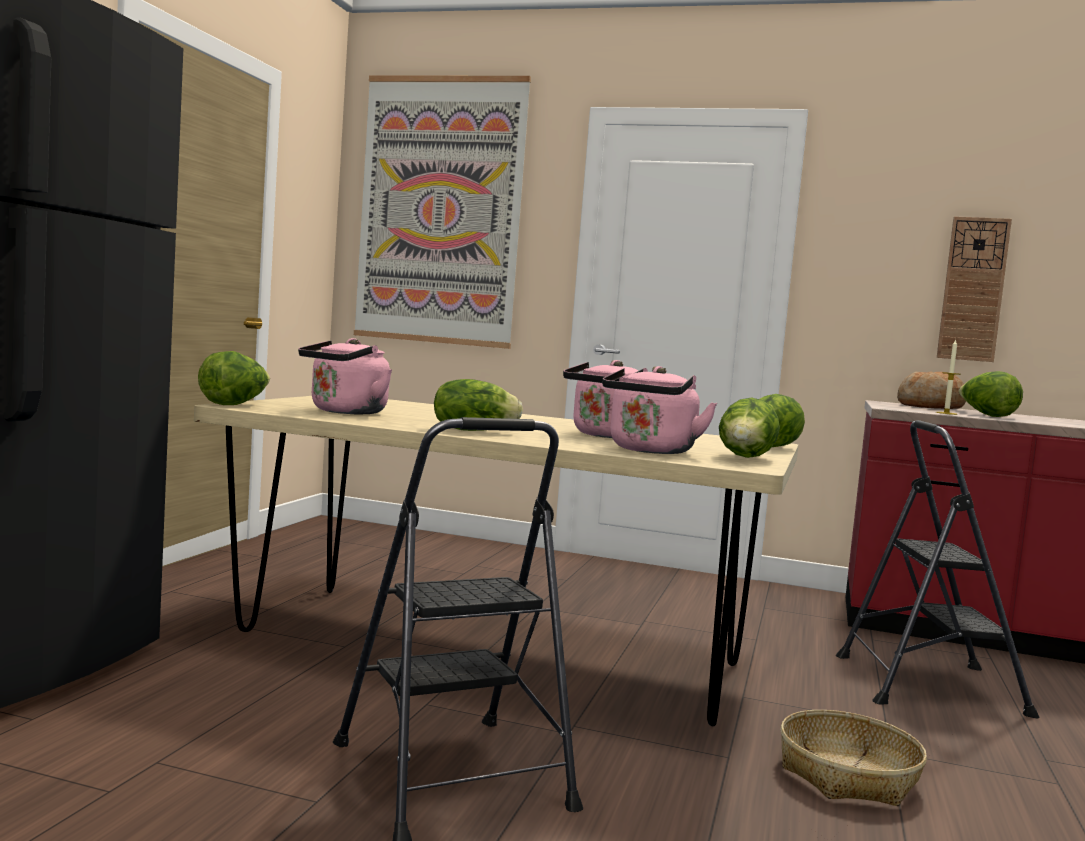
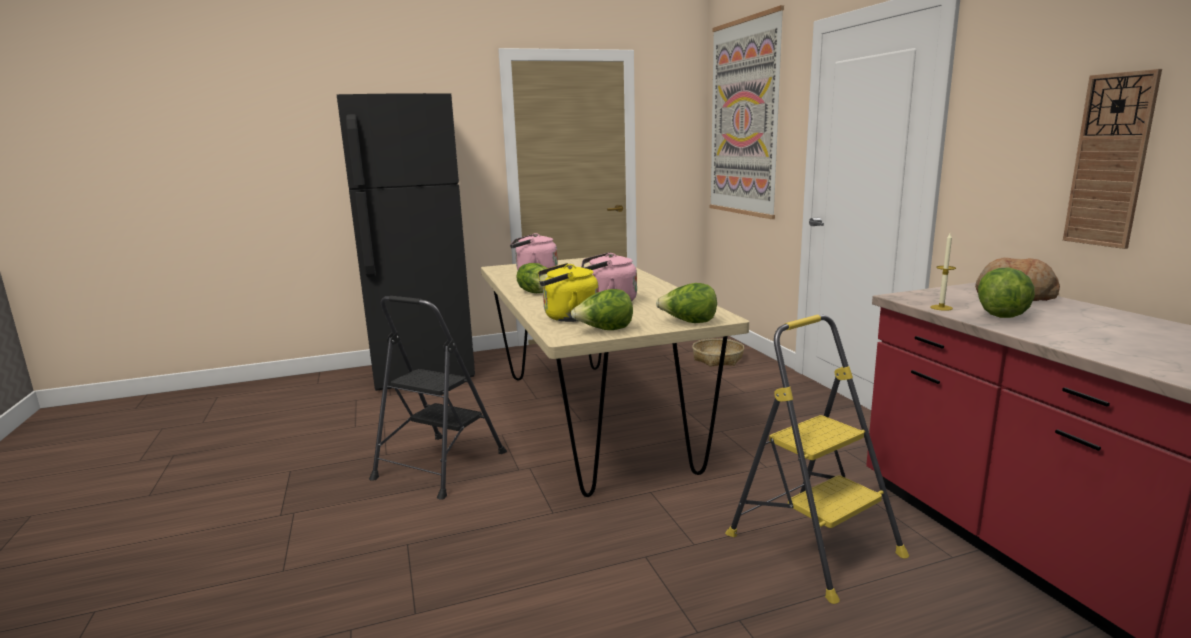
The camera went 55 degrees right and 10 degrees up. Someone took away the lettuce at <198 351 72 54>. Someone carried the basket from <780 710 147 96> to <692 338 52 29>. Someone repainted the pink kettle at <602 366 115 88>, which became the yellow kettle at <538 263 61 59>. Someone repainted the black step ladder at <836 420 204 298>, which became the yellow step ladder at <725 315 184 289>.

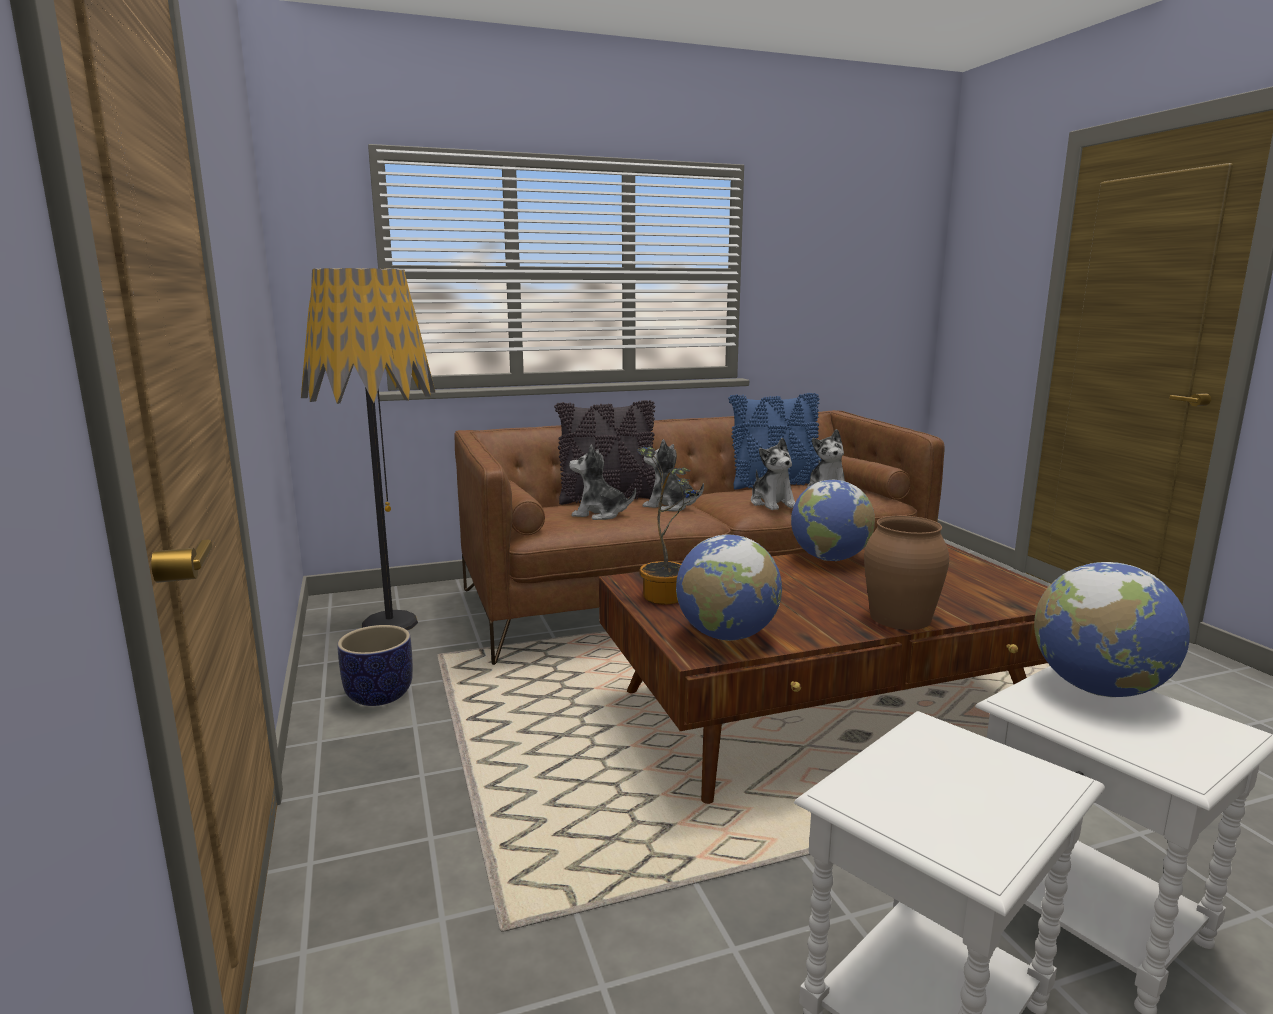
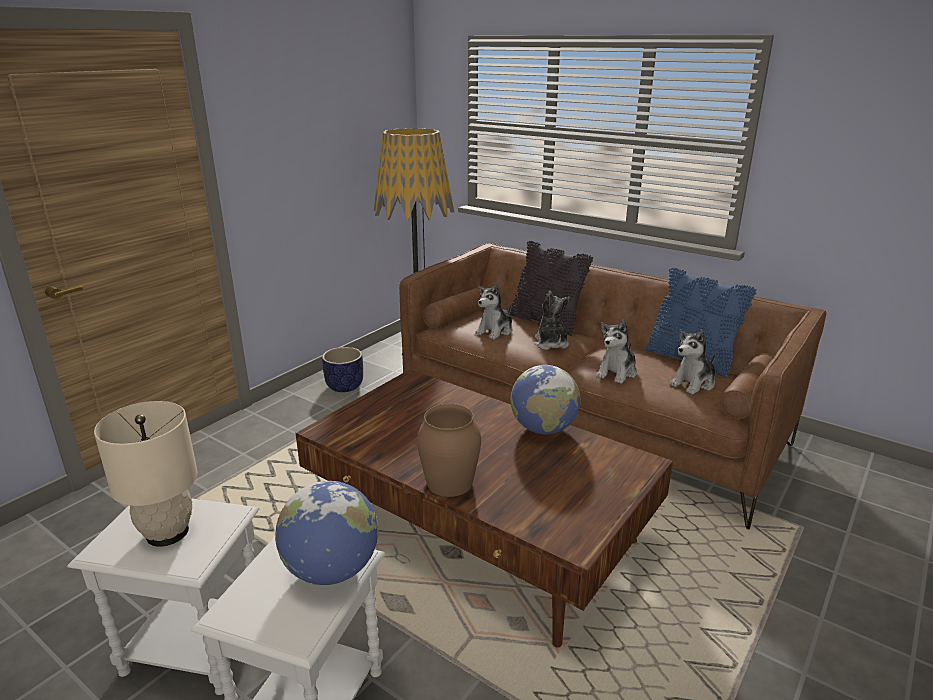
The camera went 55 degrees right and 10 degrees up. Someone took away the potted plant at <637 446 64 159>. Someone took away the globe at <676 534 106 107>. Someone put down the beige table lamp at <94 401 104 146>. Someone rotated the plush toy at <569 445 67 75> by 120 degrees counterclockwise.

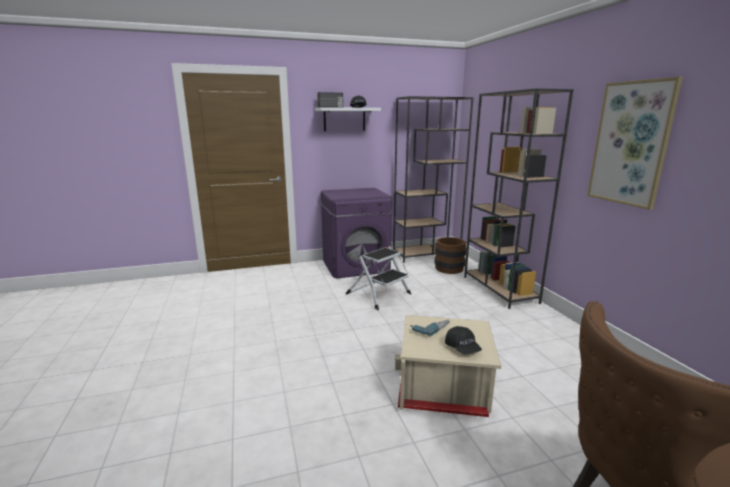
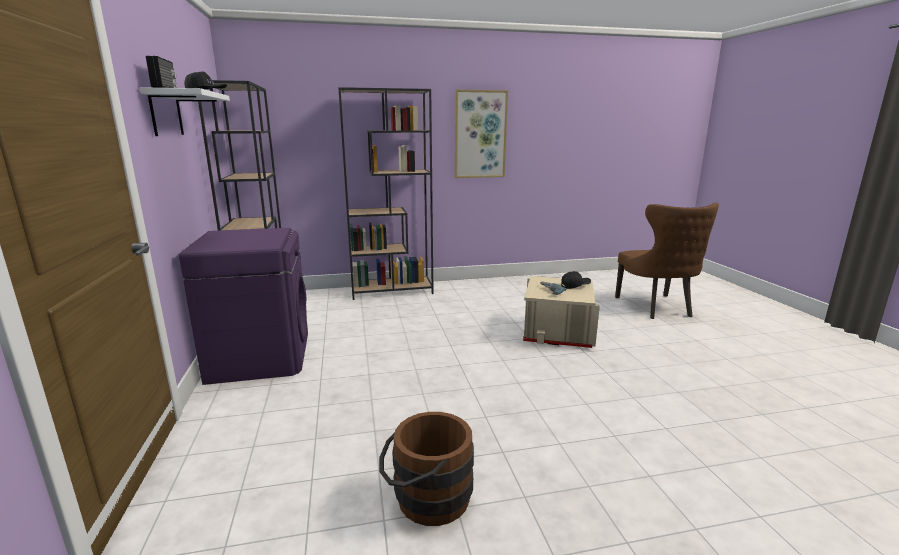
The camera went 85 degrees left and 0 degrees up. Someone took away the step ladder at <345 246 67 64>. Someone carried the brown bucket from <430 237 36 37> to <379 412 95 114>.

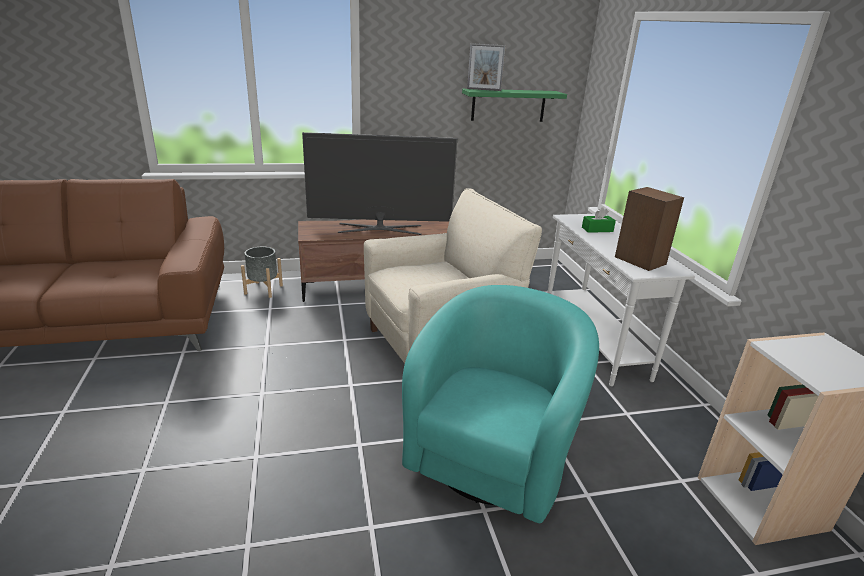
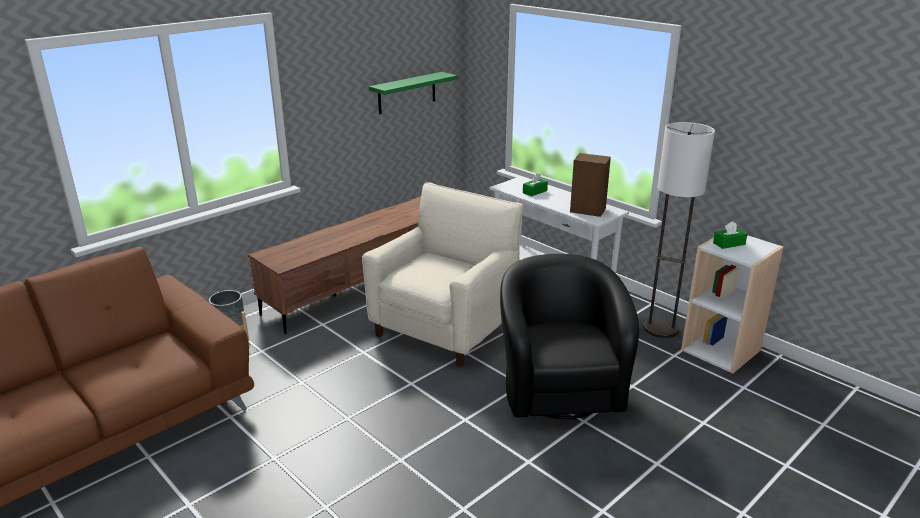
The camera went 30 degrees left and 0 degrees up. Someone took away the television at <302 132 155 103>. Someone took away the picture frame at <467 43 39 48>. Someone put down the floor lamp at <643 122 72 216>. Someone put down the green tissue box at <713 221 34 28>. Someone repainted the turquoise armchair at <402 285 197 238>, which became the black armchair at <500 254 139 165>.

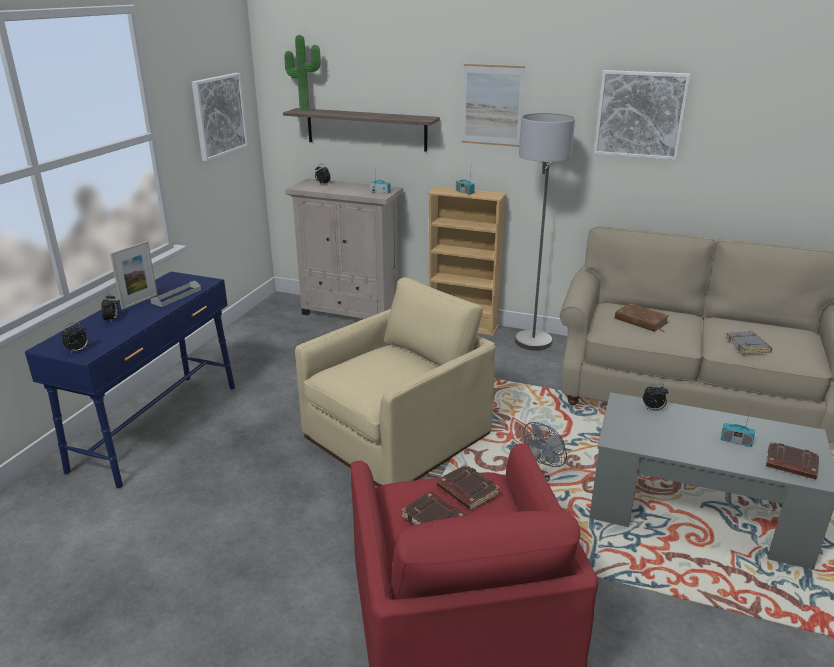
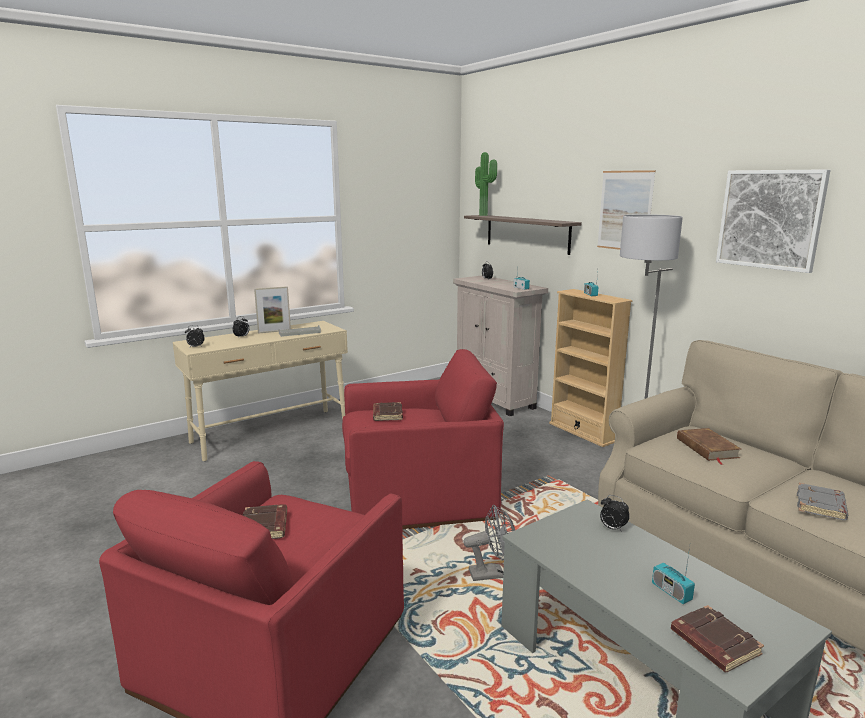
The camera went 35 degrees right and 10 degrees down. Someone took away the picture at <192 73 56 88>. Someone carried the brown book from <437 464 63 46> to <373 402 30 19>. Someone repainted the blue console table at <25 272 210 216>, which became the beige console table at <173 321 175 140>. Someone repainted the beige armchair at <295 277 201 210>, which became the red armchair at <342 349 162 181>.

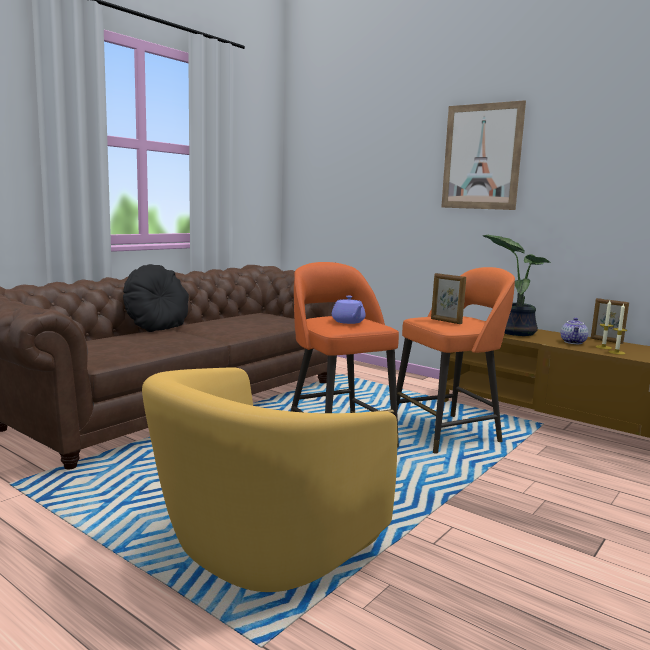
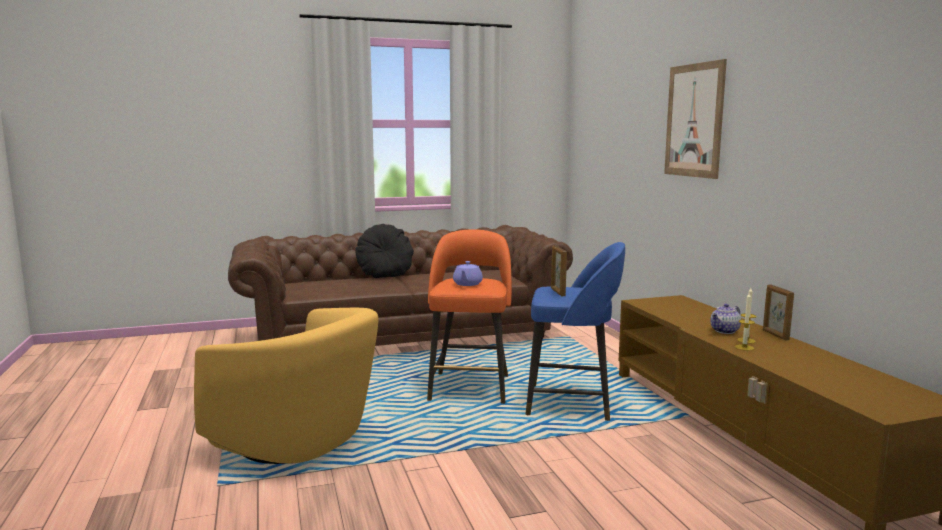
The camera went 35 degrees right and 0 degrees up. Someone took away the potted plant at <483 235 69 101>. Someone repainted the orange stool at <396 267 119 187>, which became the blue stool at <526 242 99 179>. Someone rotated the yellow armchair at <142 367 255 225> by 135 degrees counterclockwise.

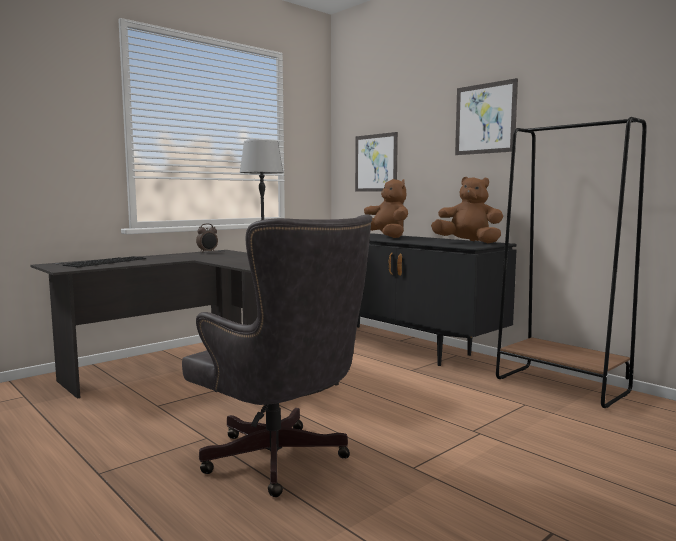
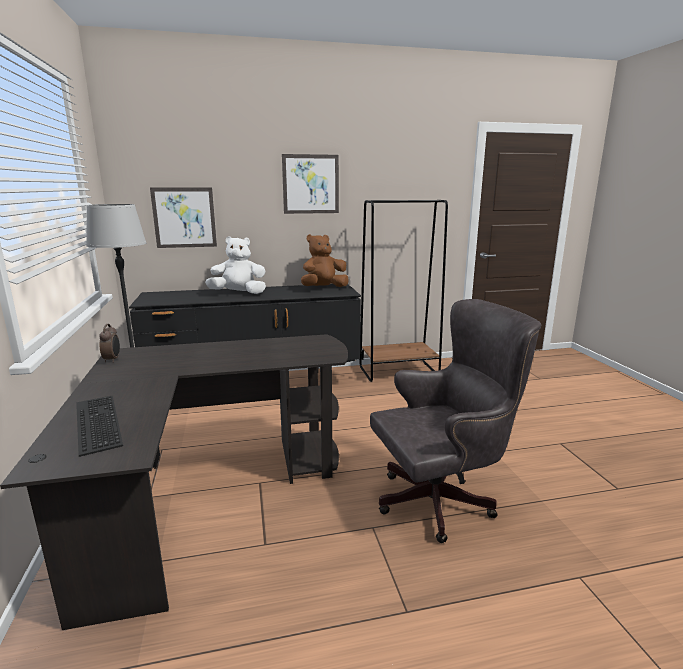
The camera went 60 degrees left and 10 degrees up. Someone repainted the brown plush toy at <364 179 44 59>, which became the white plush toy at <205 236 61 58>.

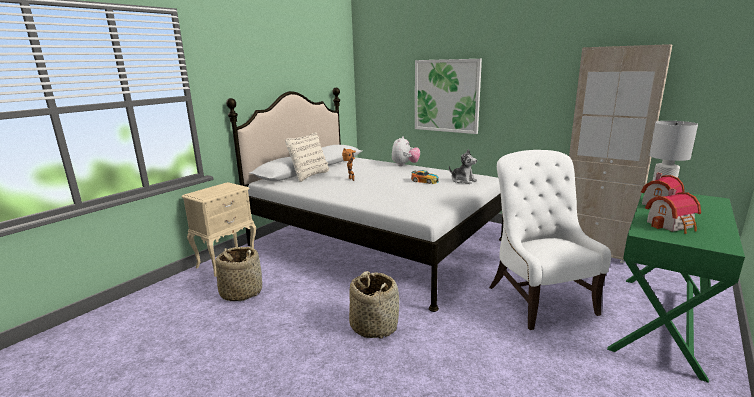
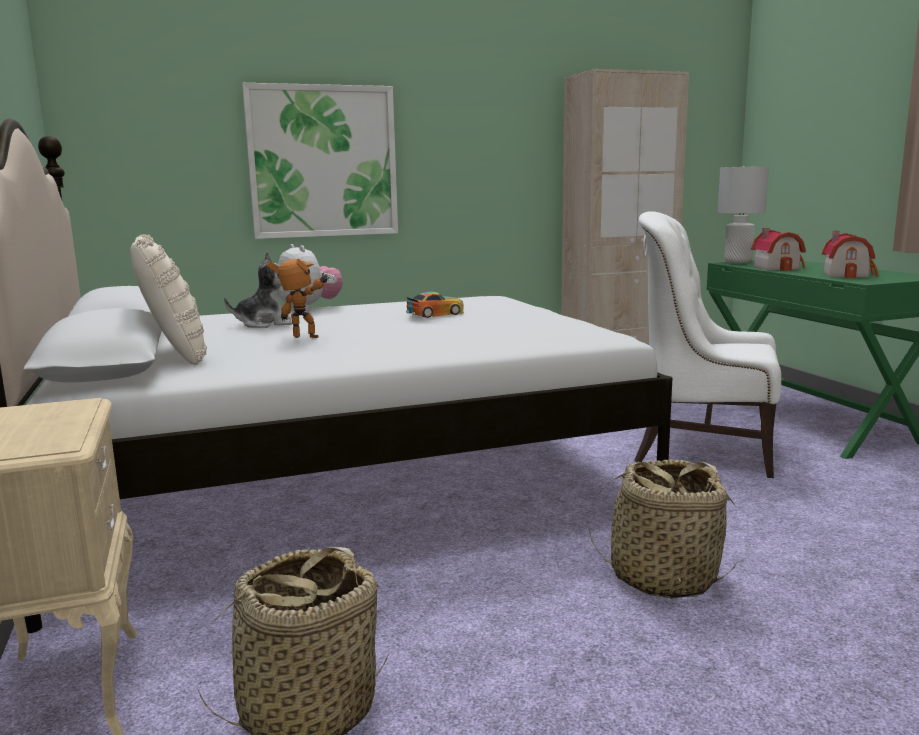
The camera went 55 degrees left and 5 degrees down. Someone carried the plush toy from <449 149 28 35> to <224 251 68 77>.

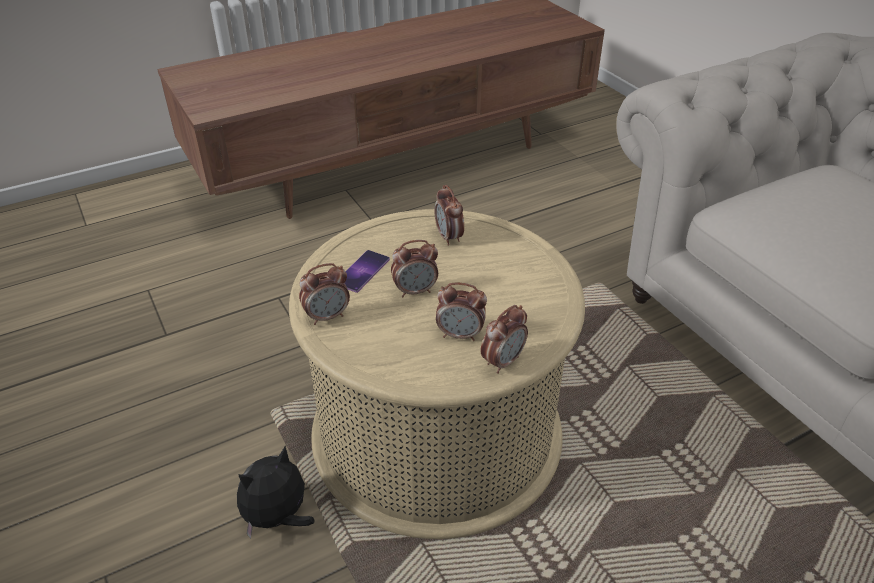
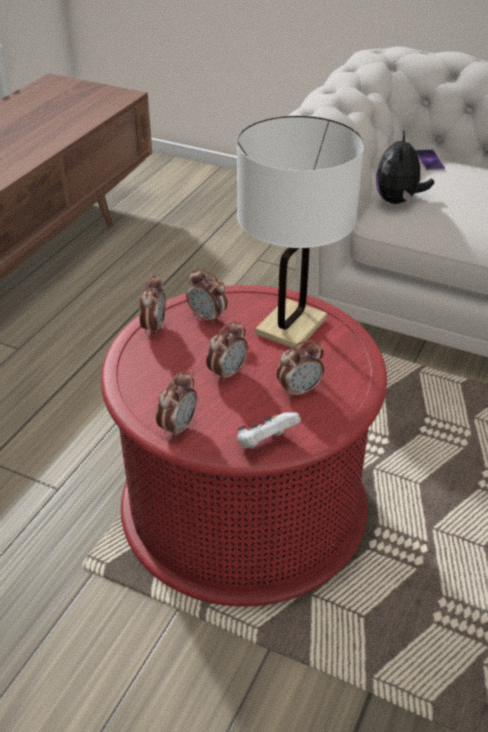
The camera went 35 degrees left and 0 degrees up. Someone put down the white table lamp at <237 116 127 234>. Someone put down the white game controller at <237 413 64 36>. Someone carried the plush toy from <237 446 78 93> to <376 130 58 74>. Someone carried the phone from <345 250 45 43> to <415 149 30 21>. Someone carried the alarm clock from <481 305 47 69> to <139 275 27 61>. Someone repainted the beige coffee table at <289 209 296 330>, which became the red coffee table at <101 285 286 322>.

